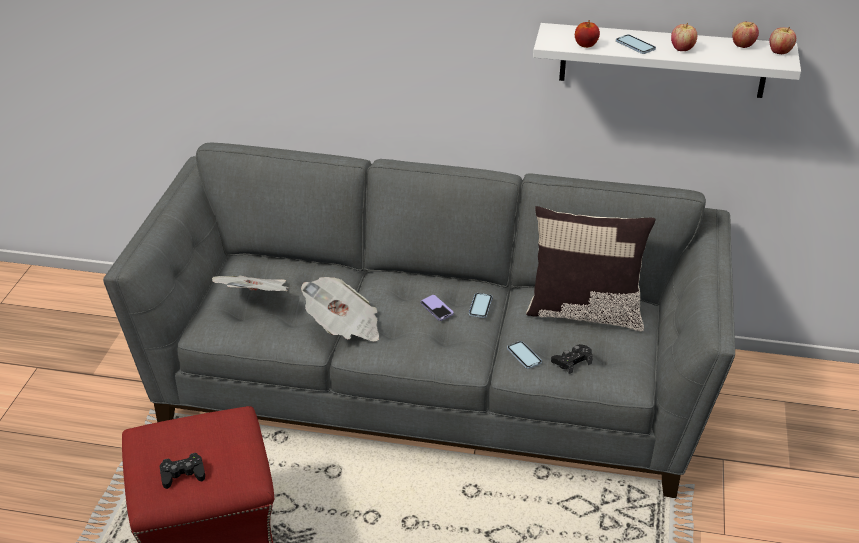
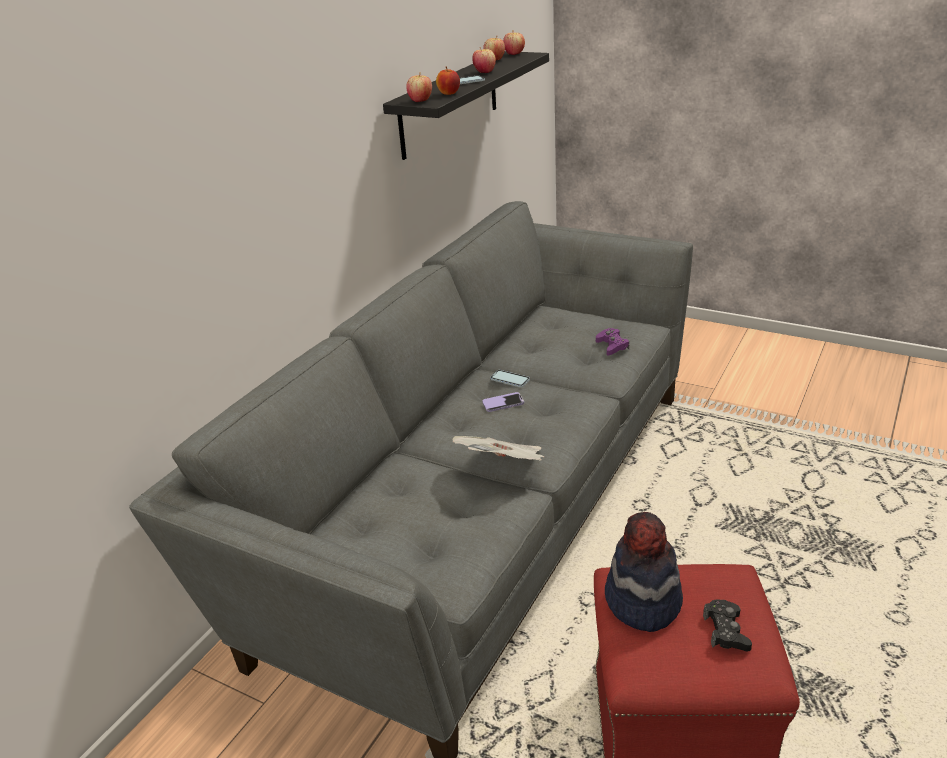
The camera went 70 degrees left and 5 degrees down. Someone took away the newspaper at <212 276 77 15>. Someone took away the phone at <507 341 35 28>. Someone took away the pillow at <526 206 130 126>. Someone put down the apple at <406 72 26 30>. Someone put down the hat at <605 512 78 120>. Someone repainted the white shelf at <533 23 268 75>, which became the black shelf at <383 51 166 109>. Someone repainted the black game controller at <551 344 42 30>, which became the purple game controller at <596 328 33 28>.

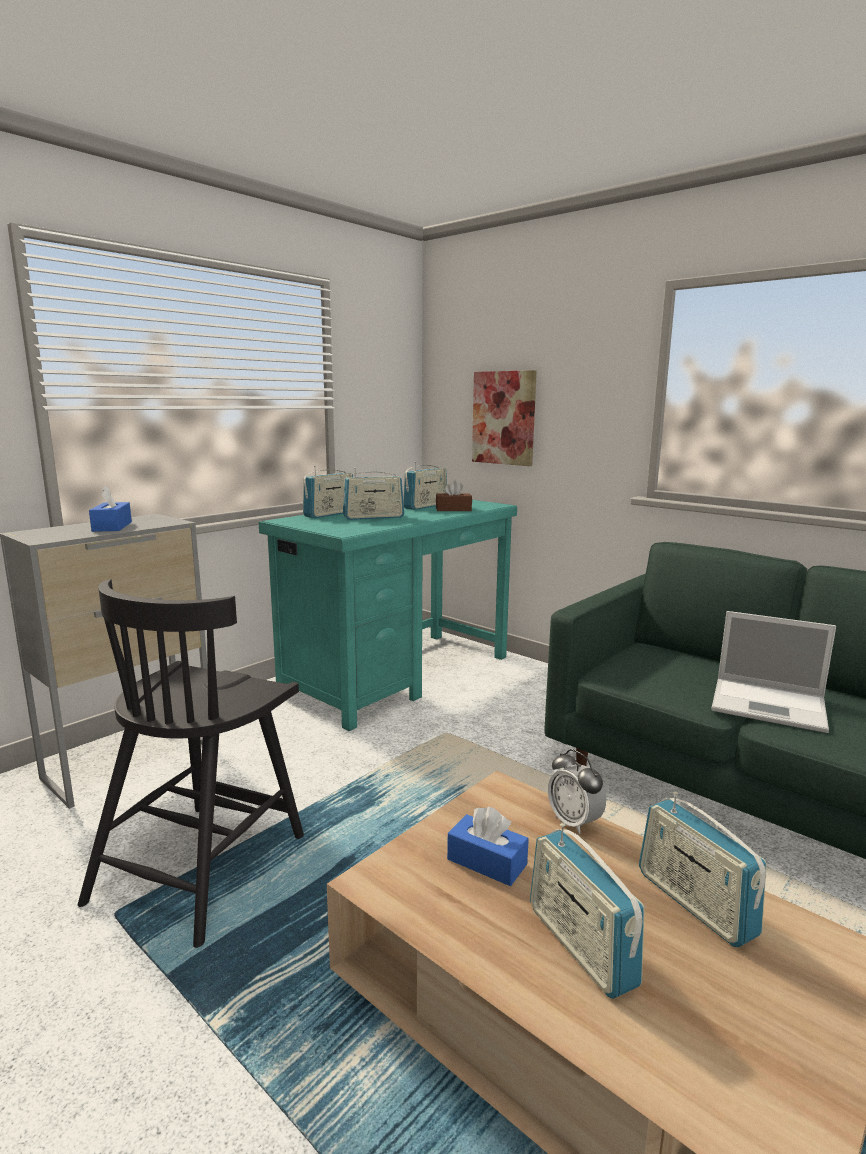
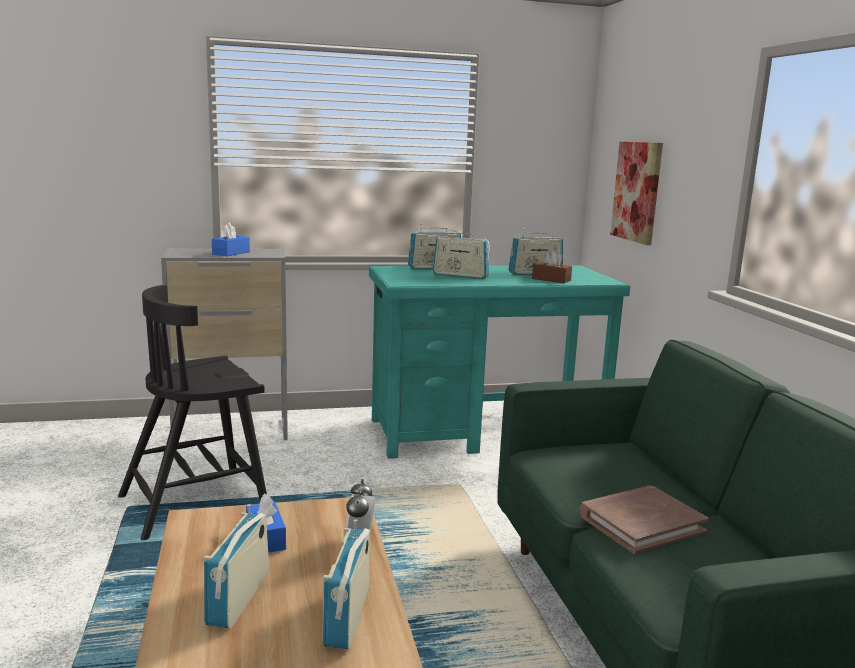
The camera went 35 degrees right and 0 degrees up. Someone swapped the laptop at <711 611 125 122> for the brown book at <579 486 130 68>.

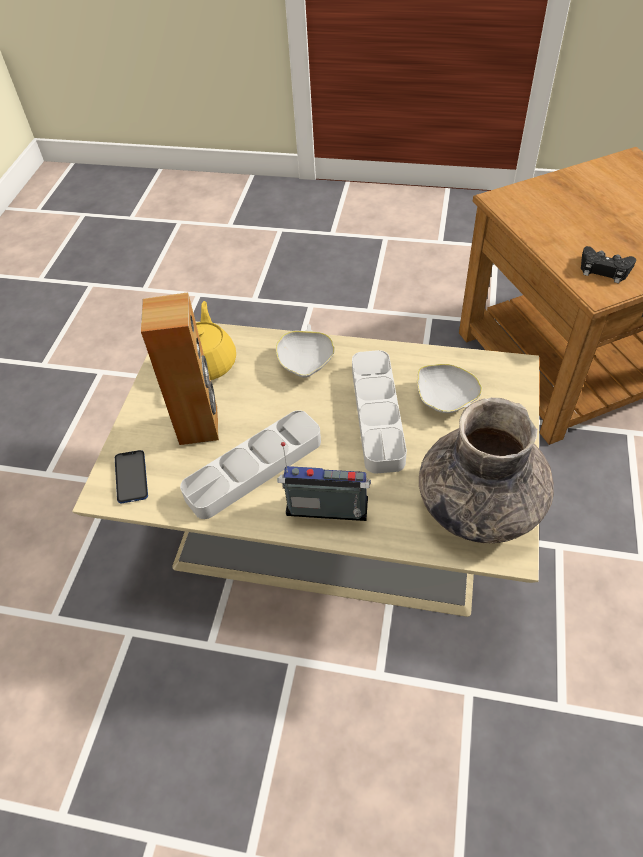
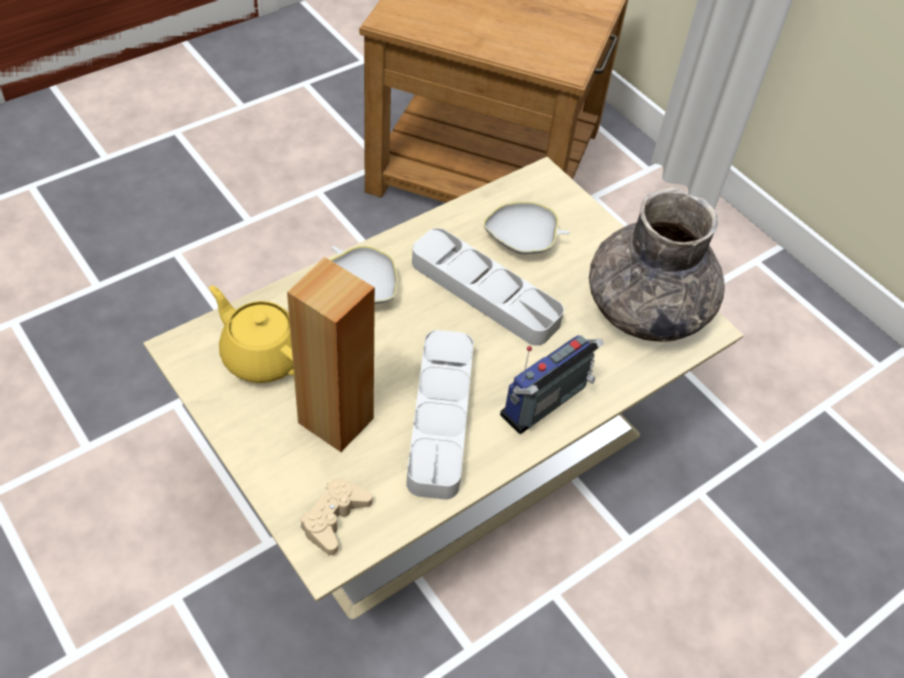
The camera went 55 degrees left and 0 degrees up. Someone took away the black game controller at <581 246 55 37>. Someone swapped the phone at <115 450 33 54> for the beige game controller at <301 479 71 76>.

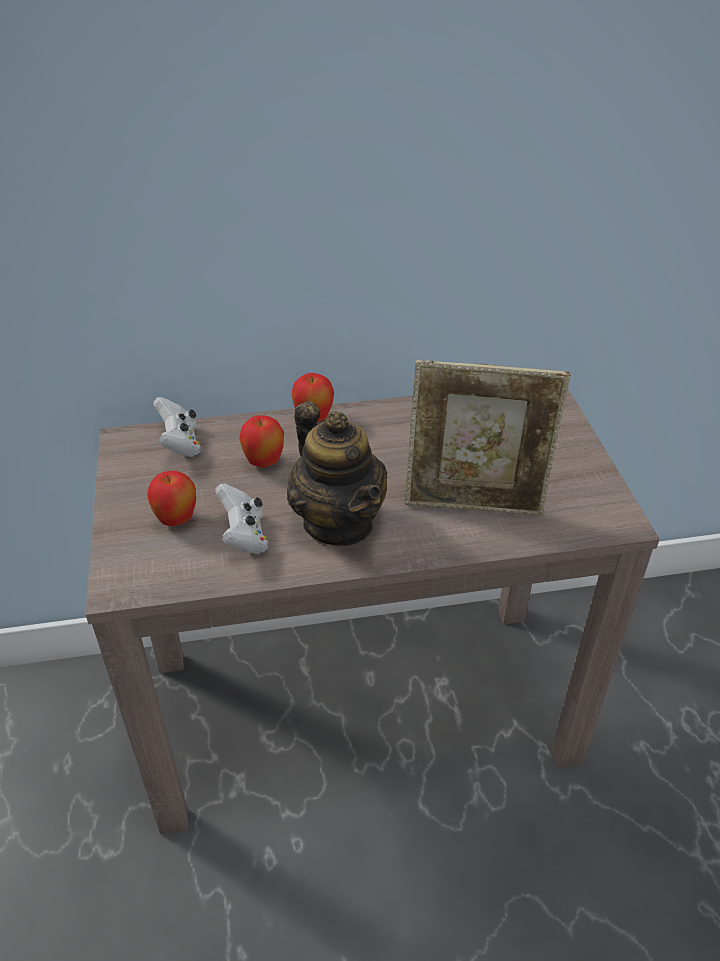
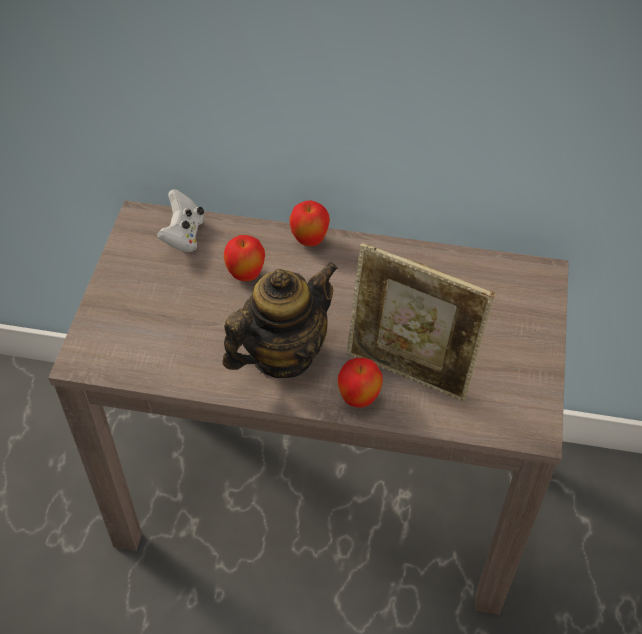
The camera went 20 degrees right and 10 degrees up. Someone took away the white game controller at <215 484 53 70>. Someone carried the apple from <147 471 49 55> to <338 358 45 49>. Someone rotated the teapot at <287 401 100 145> by 120 degrees counterclockwise.

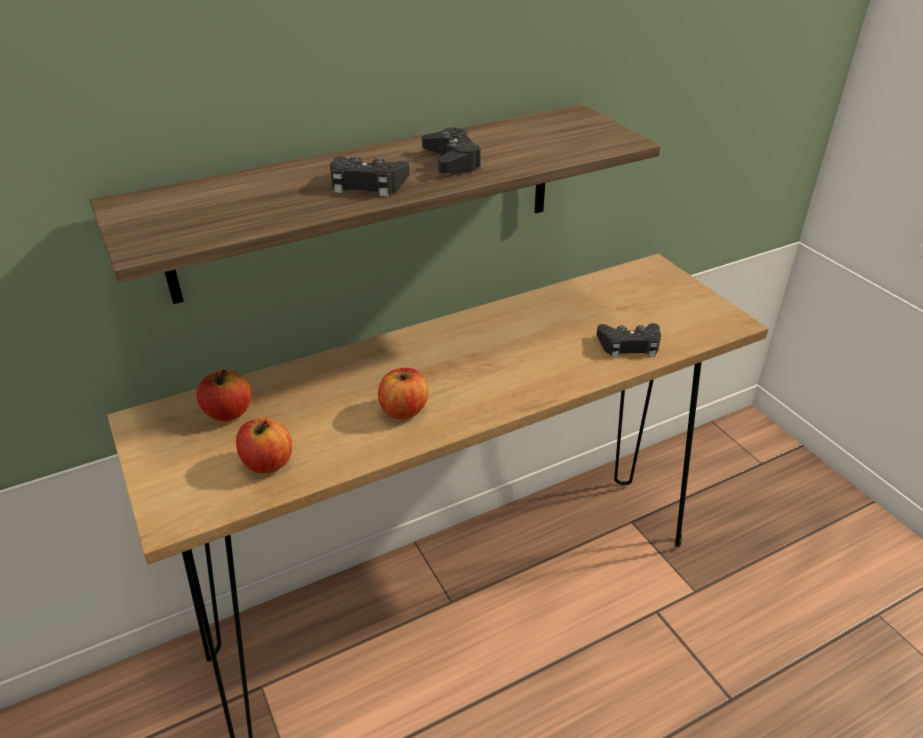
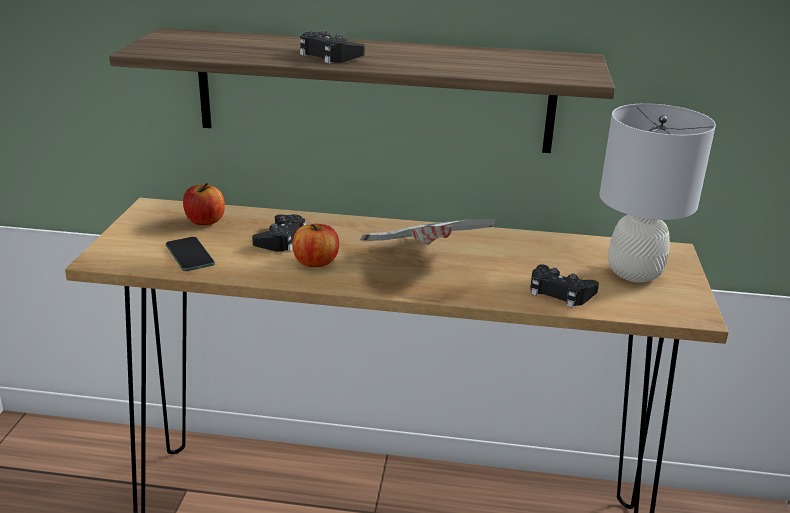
The camera went 35 degrees right and 10 degrees down. Someone put down the newspaper at <360 219 136 26>. Someone put down the grey table lamp at <599 103 117 180>. Someone carried the black game controller from <422 127 60 46> to <252 214 54 38>. Someone swapped the apple at <236 418 56 55> for the phone at <166 237 49 34>.

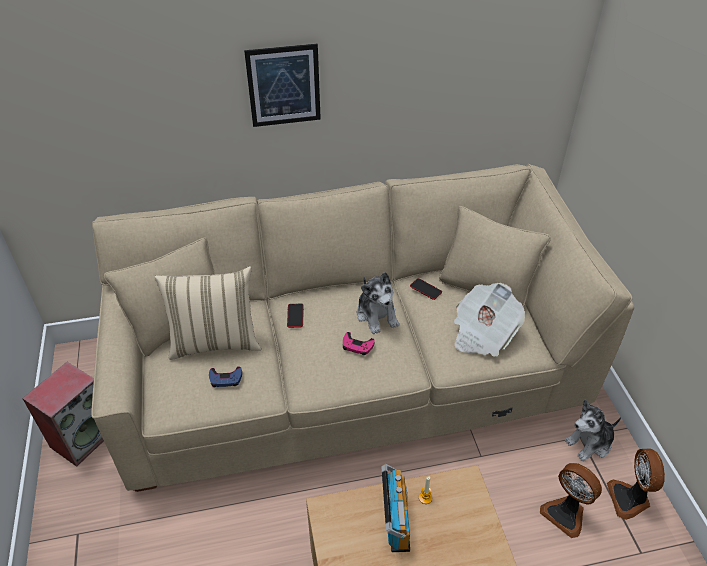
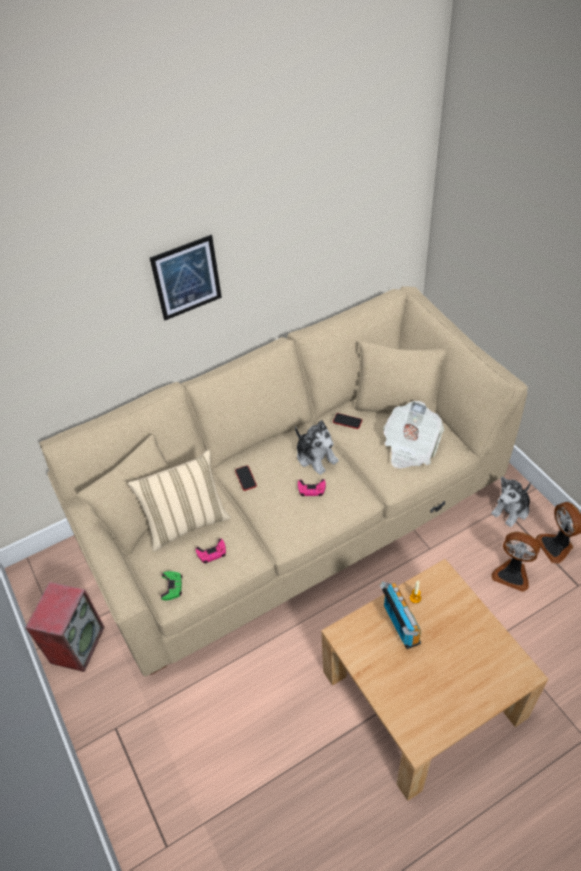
The camera went 15 degrees left and 5 degrees up. Someone put down the green game controller at <161 571 21 29>. Someone repainted the blue game controller at <209 366 33 21>, which became the pink game controller at <196 539 30 25>.

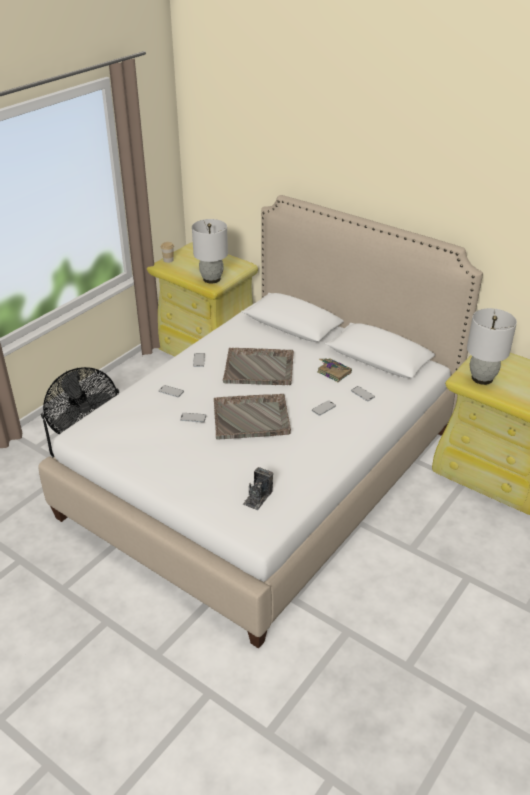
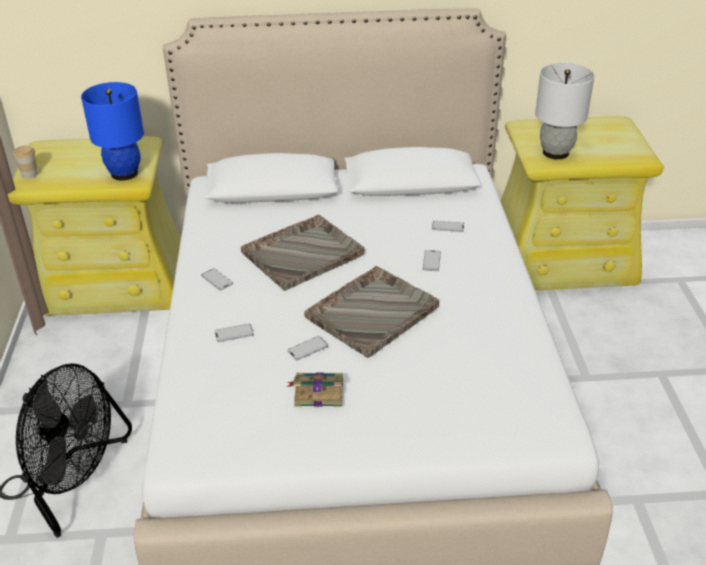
The camera went 40 degrees left and 0 degrees up. Someone took away the photo camera at <243 467 30 43>. Someone carried the book from <317 358 35 24> to <287 373 56 34>. Someone repainted the white table lamp at <192 219 36 65>, which became the blue table lamp at <81 82 63 98>.

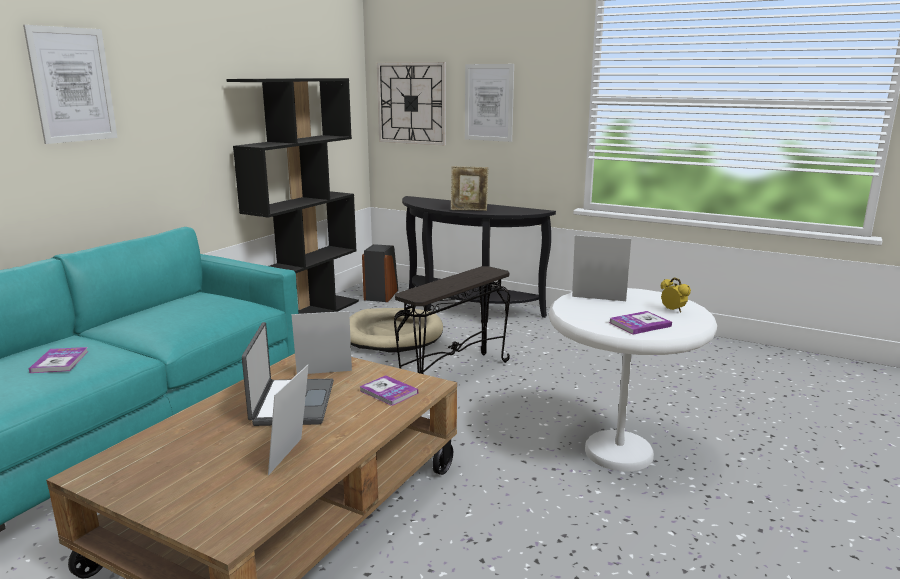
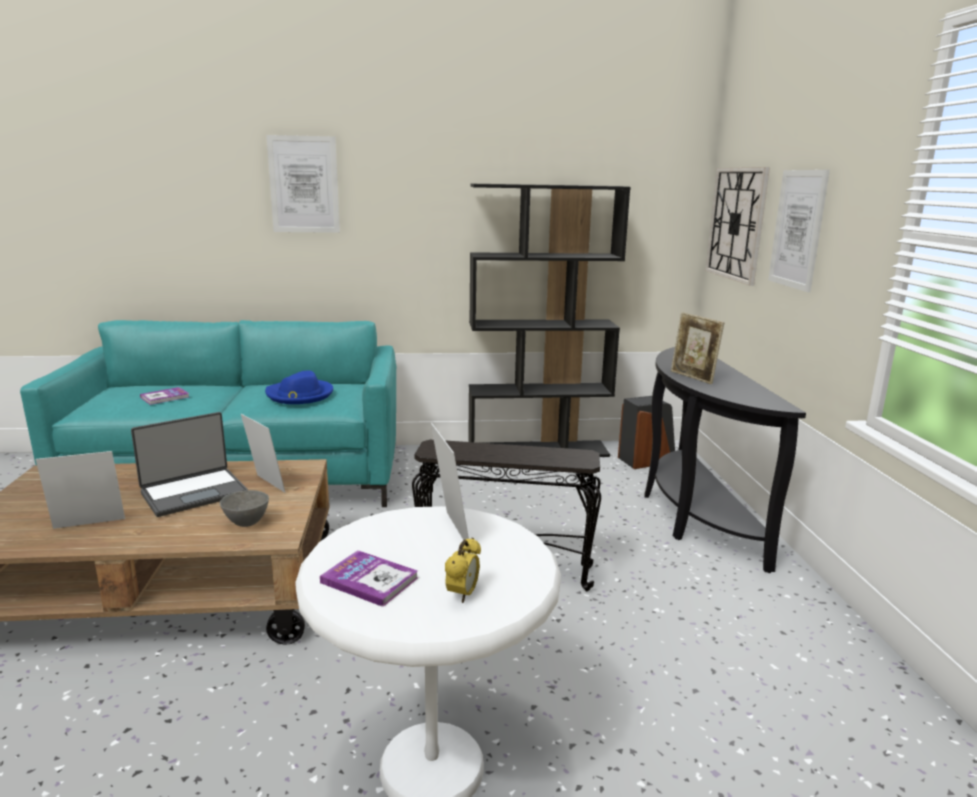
The camera went 55 degrees right and 0 degrees up. Someone took away the beige dog bed at <350 308 93 45>. Someone put down the blue hat at <265 370 68 34>. Someone swapped the book at <359 375 59 31> for the grey bowl at <220 490 49 37>.

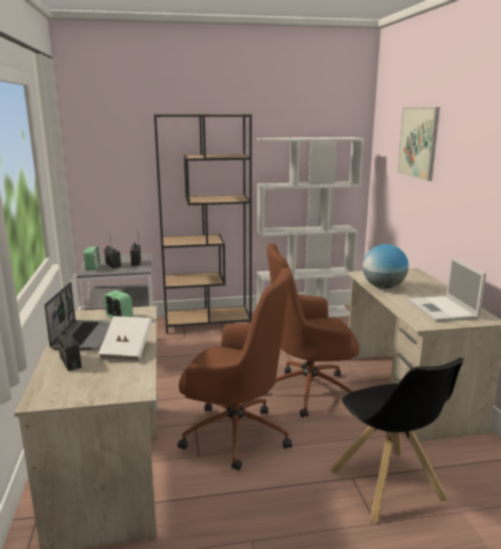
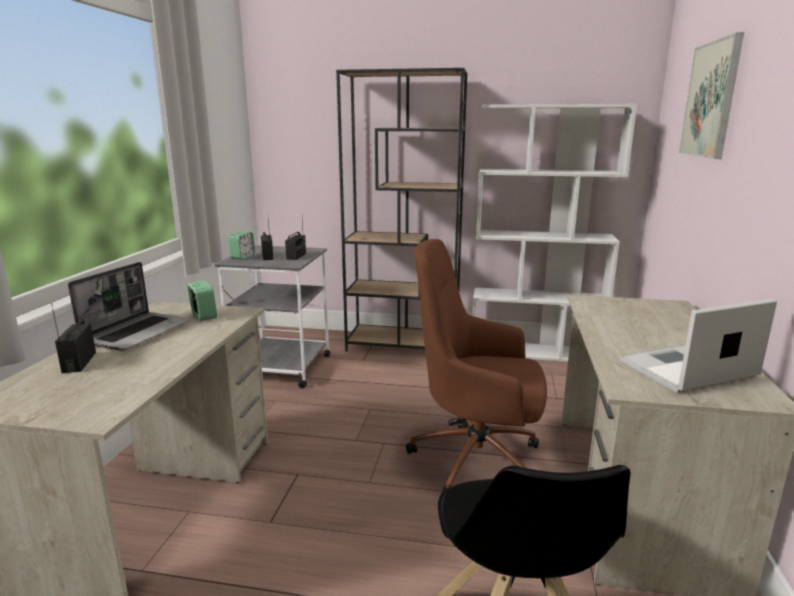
The camera went 20 degrees right and 0 degrees up. Someone took away the white book at <98 316 54 45>. Someone took away the brown office chair at <177 268 115 203>. Someone took away the globe at <363 244 46 45>. Someone rotated the laptop at <408 257 78 65> by 60 degrees clockwise.

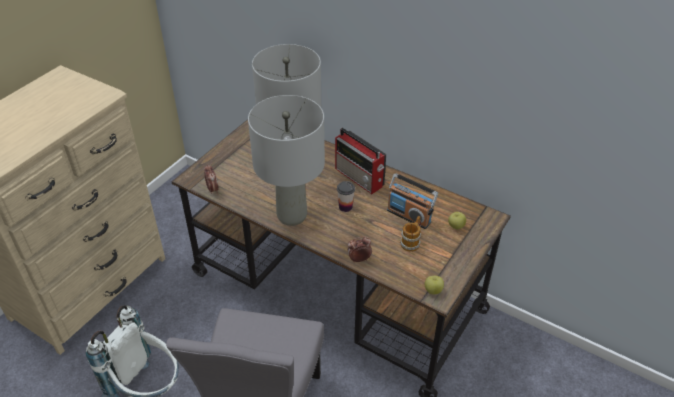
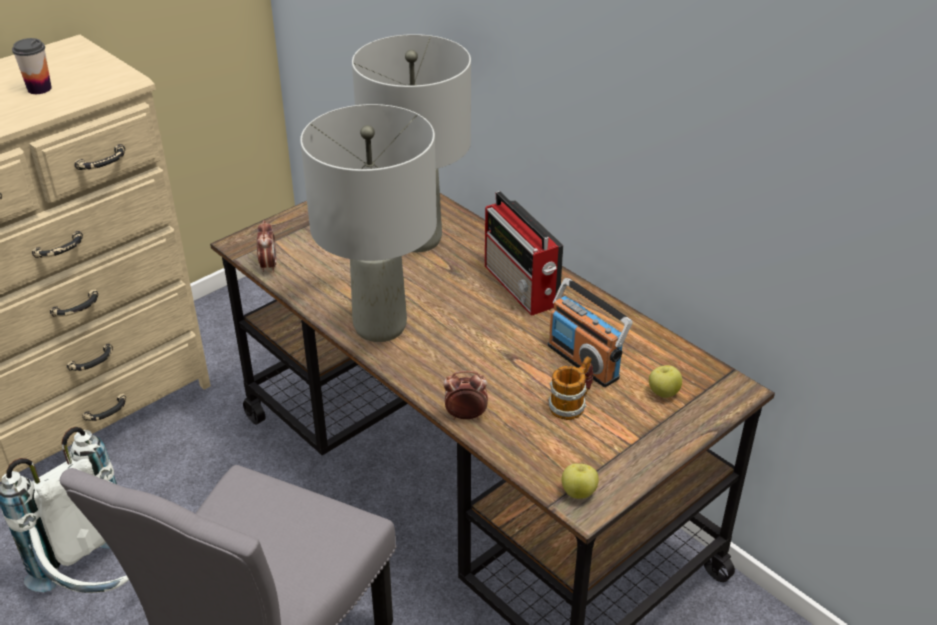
The camera went 15 degrees right and 5 degrees down. Someone carried the cup from <337 181 18 31> to <12 38 40 56>.

